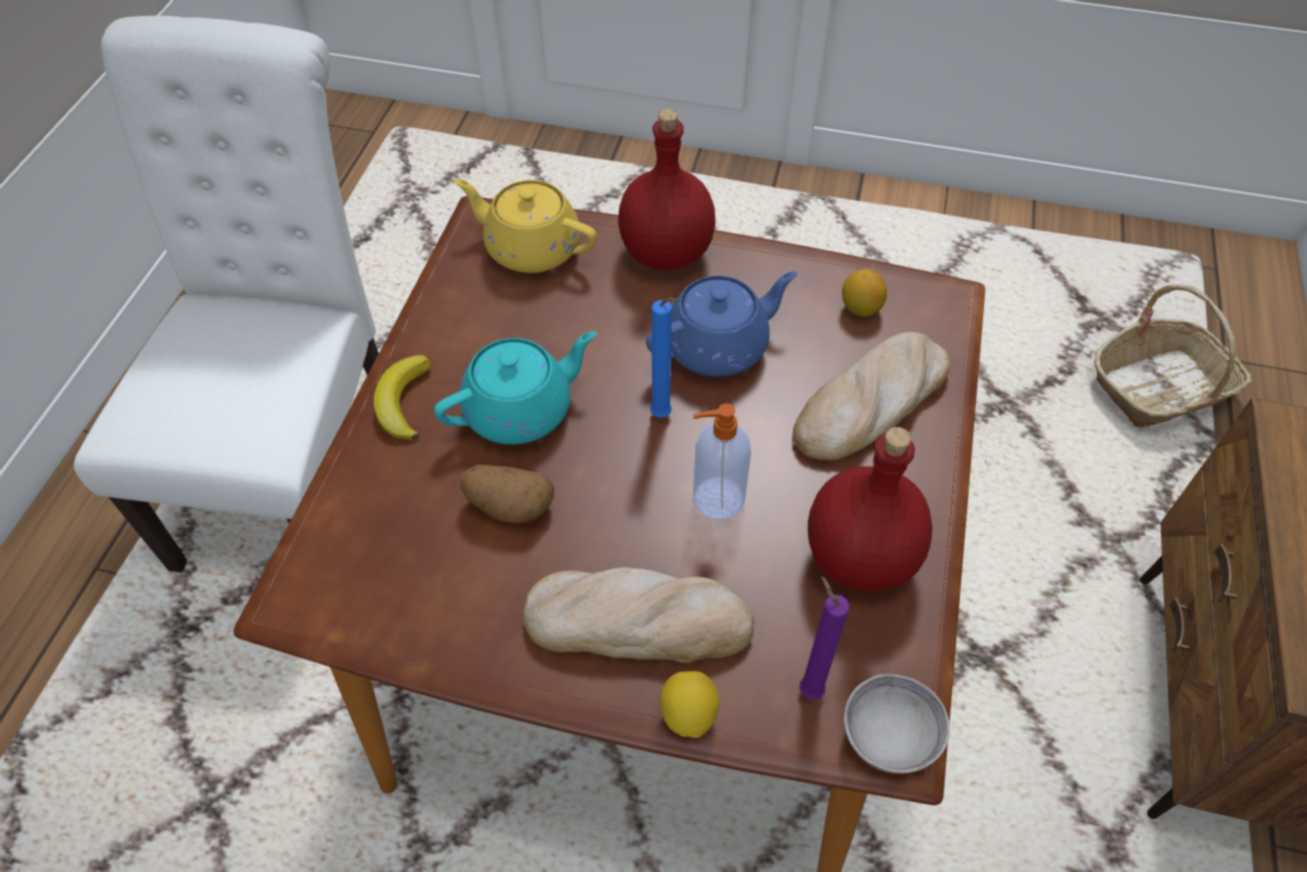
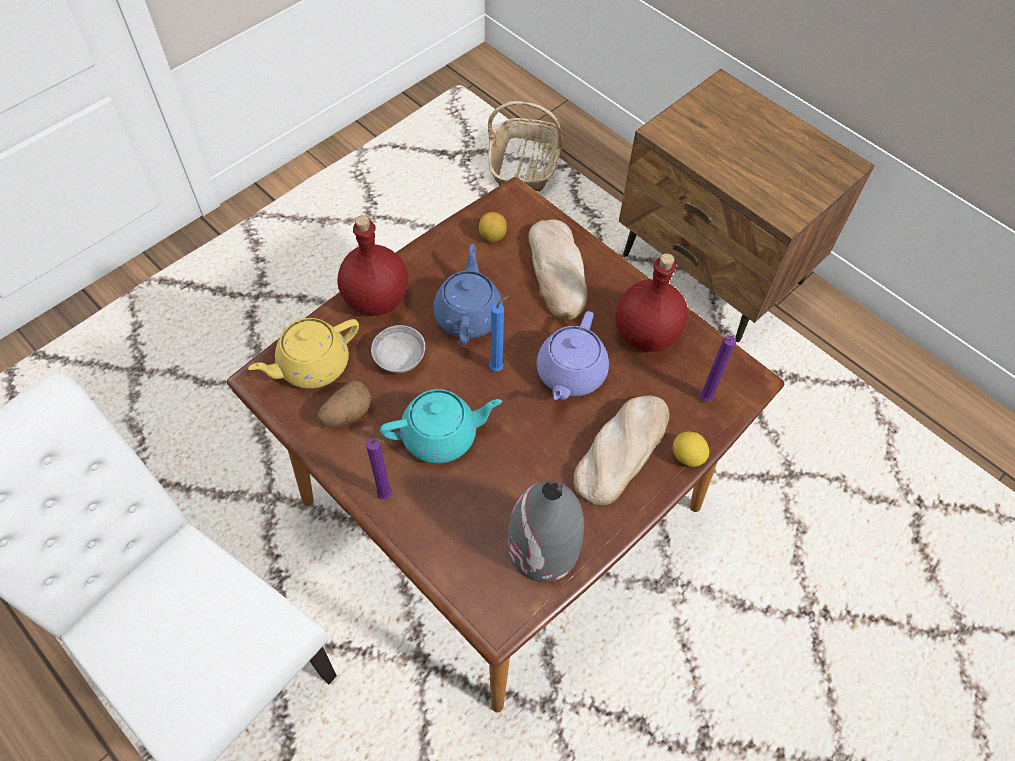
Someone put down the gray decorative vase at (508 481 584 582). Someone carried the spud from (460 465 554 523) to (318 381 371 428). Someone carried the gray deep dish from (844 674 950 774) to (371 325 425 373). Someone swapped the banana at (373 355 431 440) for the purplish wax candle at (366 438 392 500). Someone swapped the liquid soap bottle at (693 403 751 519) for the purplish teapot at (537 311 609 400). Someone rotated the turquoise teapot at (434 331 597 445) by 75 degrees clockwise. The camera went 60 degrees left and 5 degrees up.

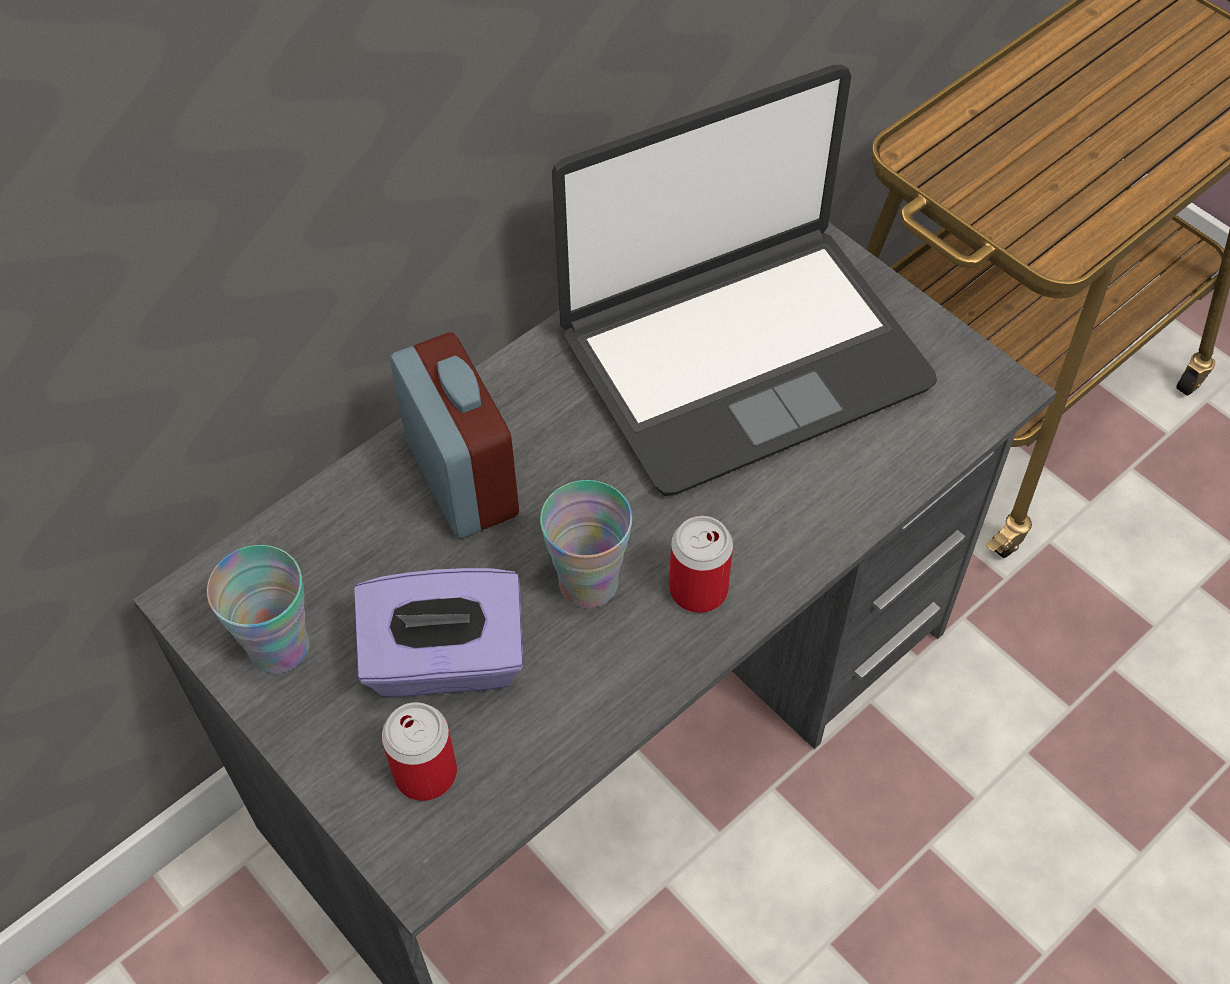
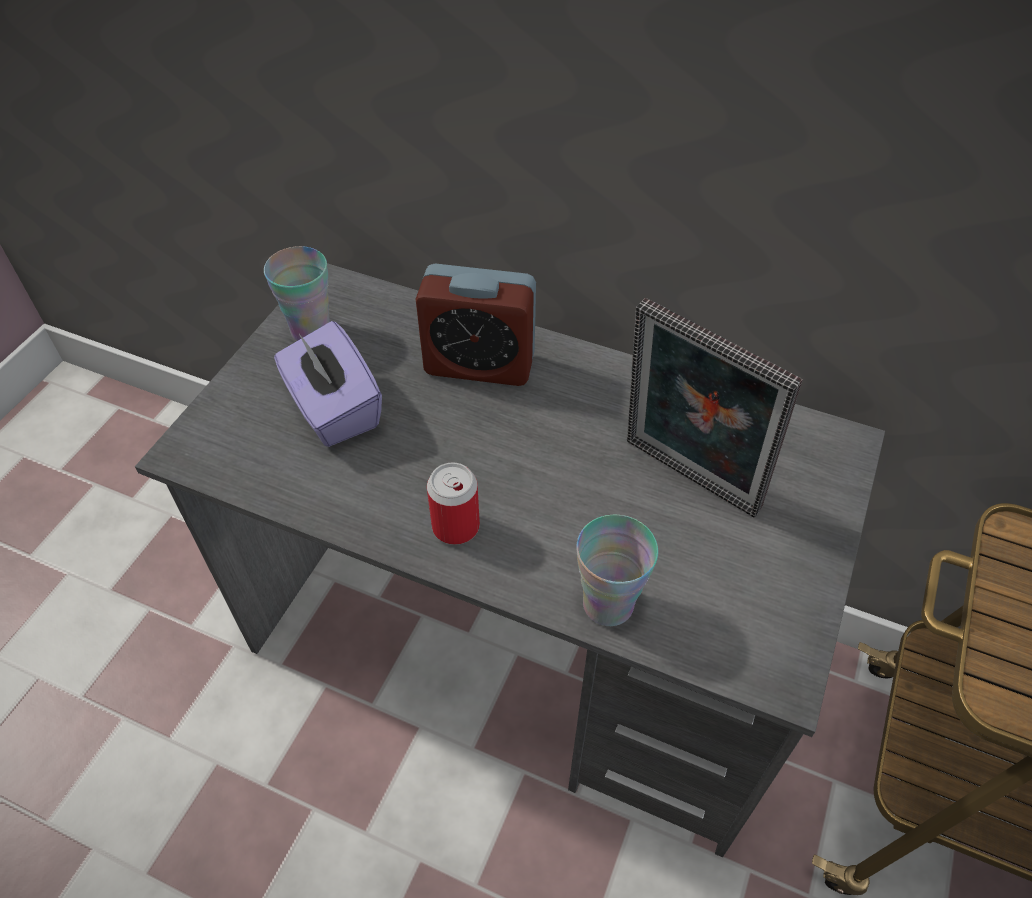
Someone took away the can at (382 702 457 801). Someone carried the cup from (540 480 632 608) to (576 514 658 626). Someone swapped the laptop at (552 65 937 496) for the picture frame at (627 298 803 517). Someone rotated the bedside clock at (390 332 519 538) by 60 degrees clockwise. The camera went 65 degrees right and 5 degrees down.

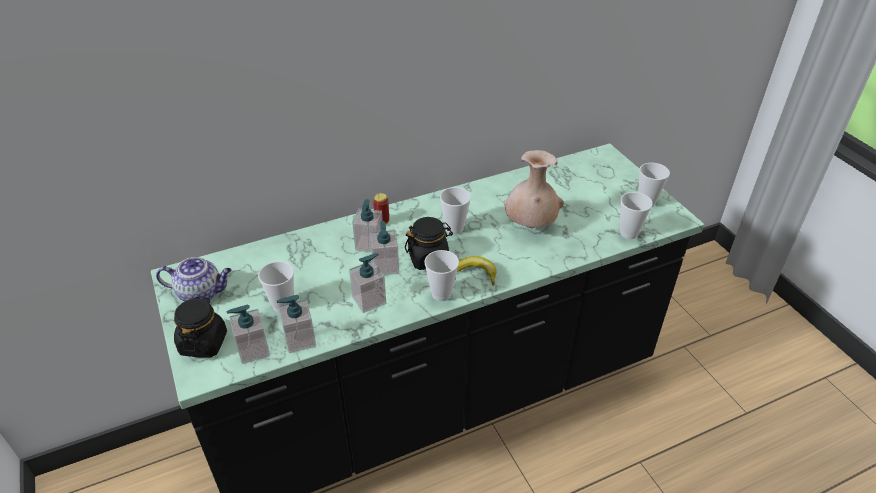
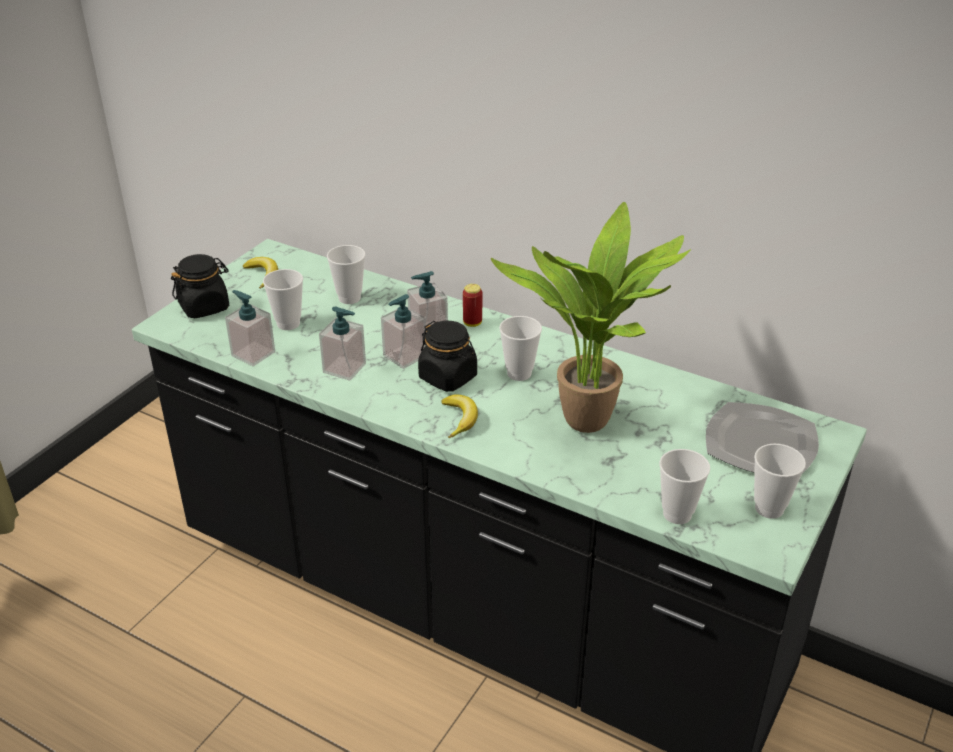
Someone took away the liquid soap bottle at (226 305 270 364). Someone put down the flat dish at (706 402 819 474). Someone carried the cup from (424 250 459 301) to (327 245 366 304). Someone swapped the teapot at (156 257 232 302) for the banana at (243 257 278 289). Someone swapped the beige decorative vase at (504 150 564 228) for the houseplant at (491 202 691 433). The camera went 55 degrees right and 5 degrees down.

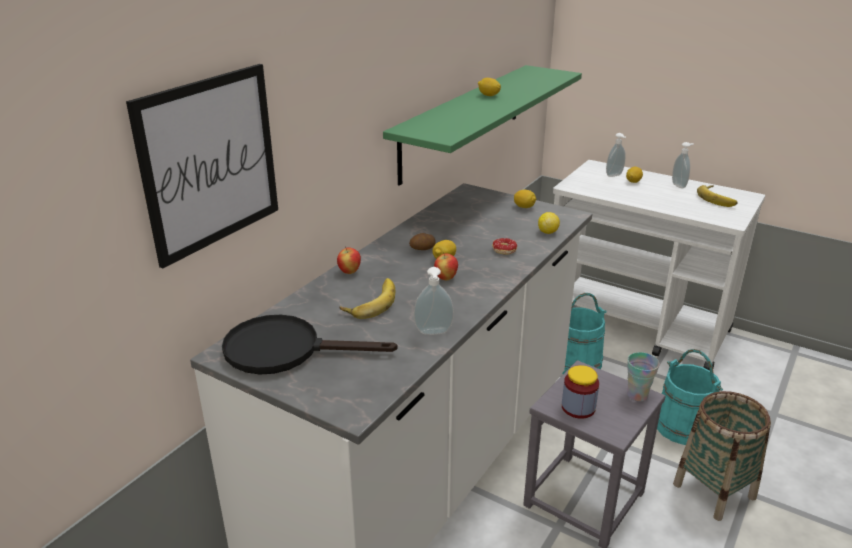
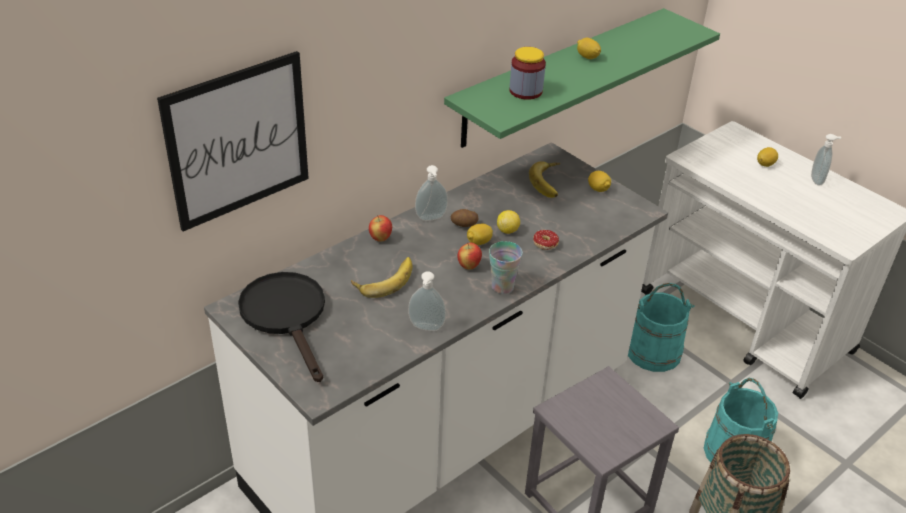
Someone carried the lemon from (538 212 560 234) to (497 210 520 234). Someone carried the storage jar from (562 365 599 419) to (510 47 546 100). Someone carried the liquid soap bottle from (606 133 626 177) to (415 165 448 221). Someone carried the cup from (627 352 659 402) to (489 241 523 294). Someone carried the banana from (697 185 738 207) to (529 161 560 198). Someone rotated the black pan at (222 315 397 375) by 45 degrees clockwise. The camera went 15 degrees right and 10 degrees up.

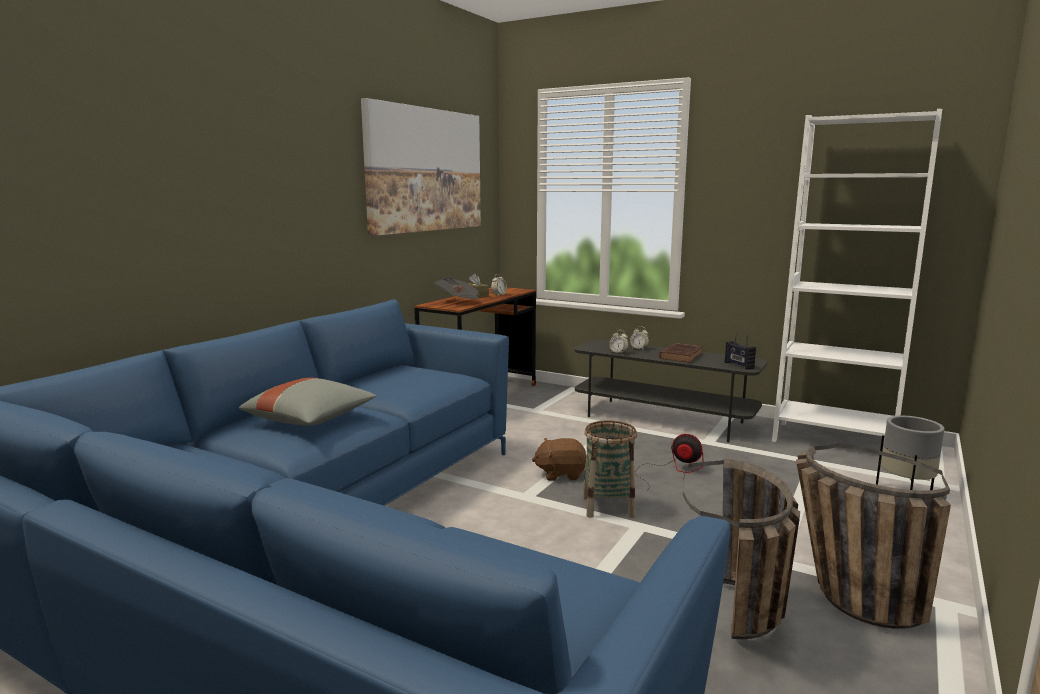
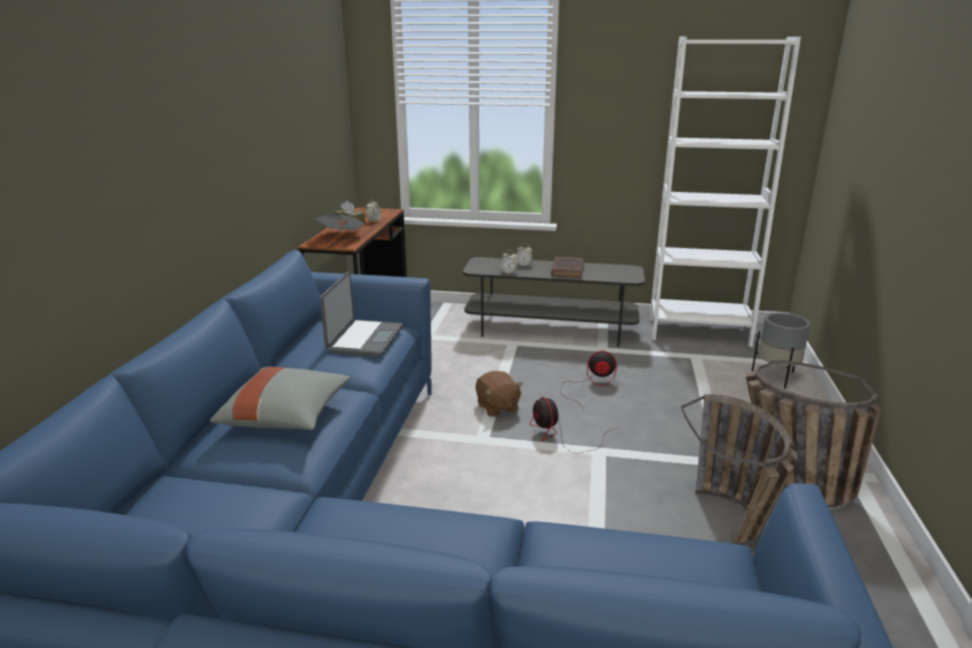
Someone took away the picture at (361 98 481 236). Someone took away the radio at (725 332 756 370). Someone put down the laptop at (320 272 403 357). Someone swapped the storage basket at (583 420 637 518) for the cooling fan at (530 397 617 453). Someone rotated the brown-coloured soft toy at (532 438 586 481) by 90 degrees counterclockwise. The camera went 20 degrees left and 10 degrees up.

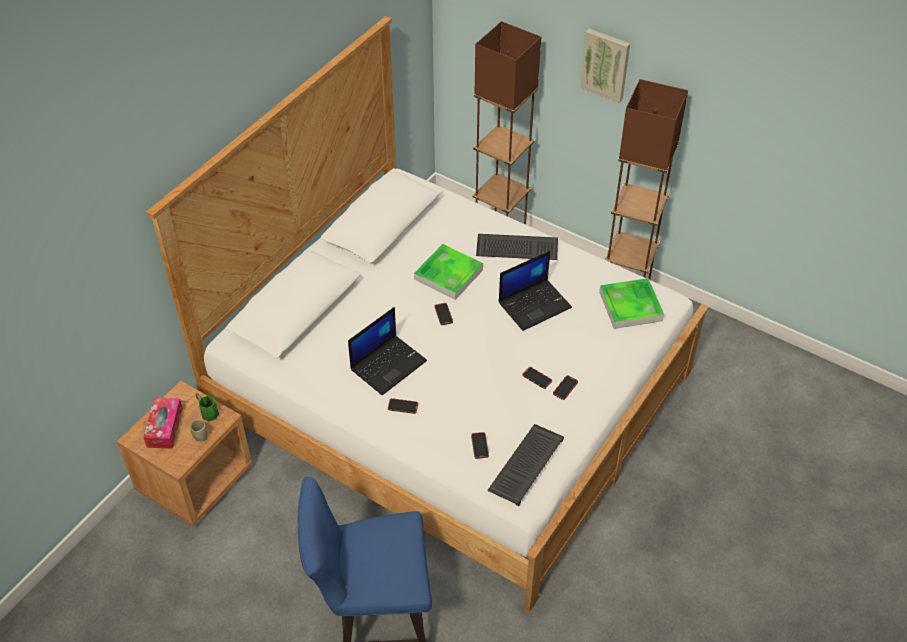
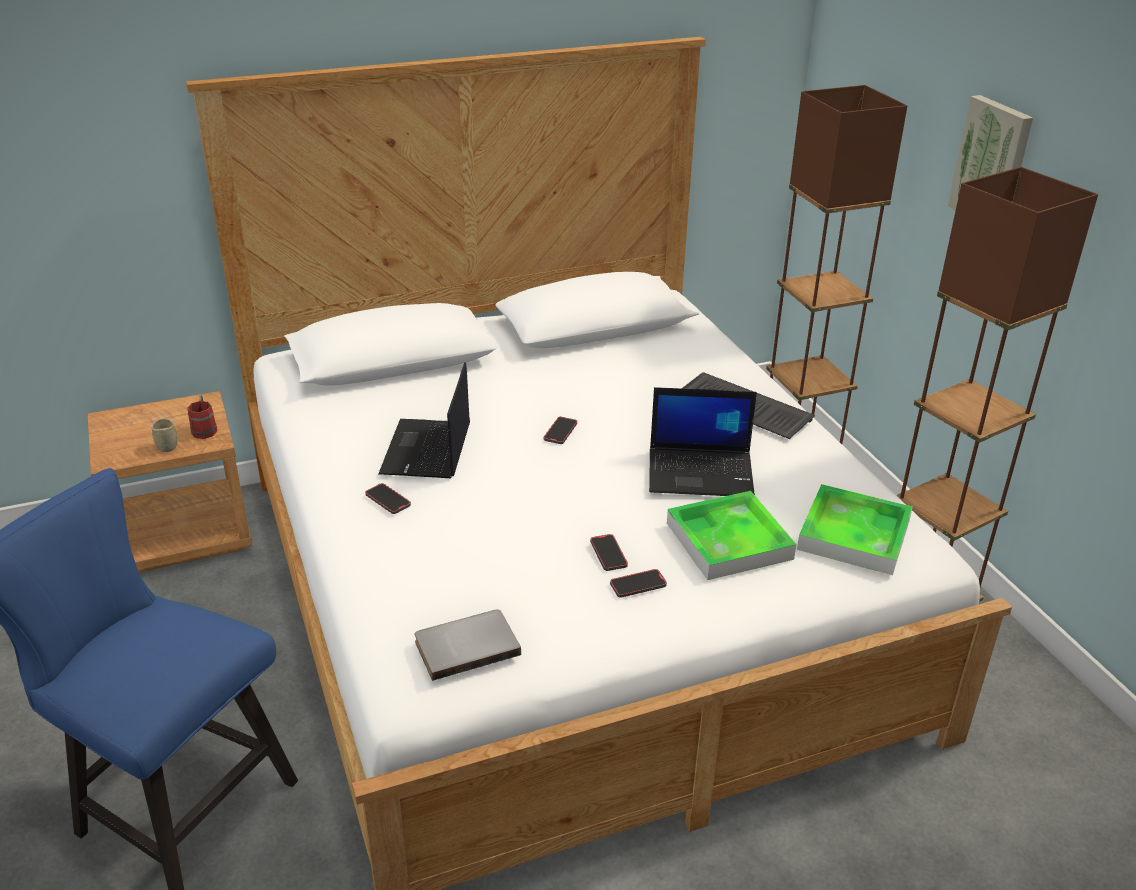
Someone took away the box of tissues at (143 398 183 449). Someone took away the phone at (471 432 489 459). Someone carried the serving tray from (414 244 483 300) to (667 491 797 580). Someone swapped the PC keyboard at (487 424 564 506) for the gray volume at (415 610 521 681). Someone repainted the green-coloured tea mug at (196 393 219 421), which became the red tea mug at (187 396 217 439). Someone rotated the laptop at (348 307 427 395) by 105 degrees clockwise. The camera went 35 degrees right and 15 degrees down.

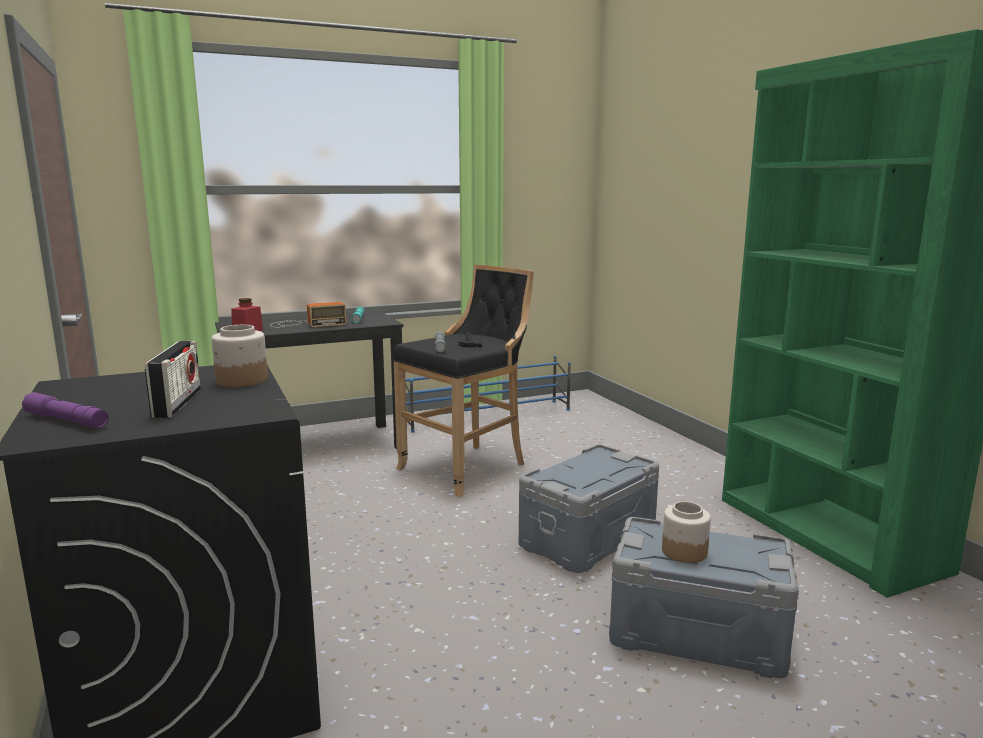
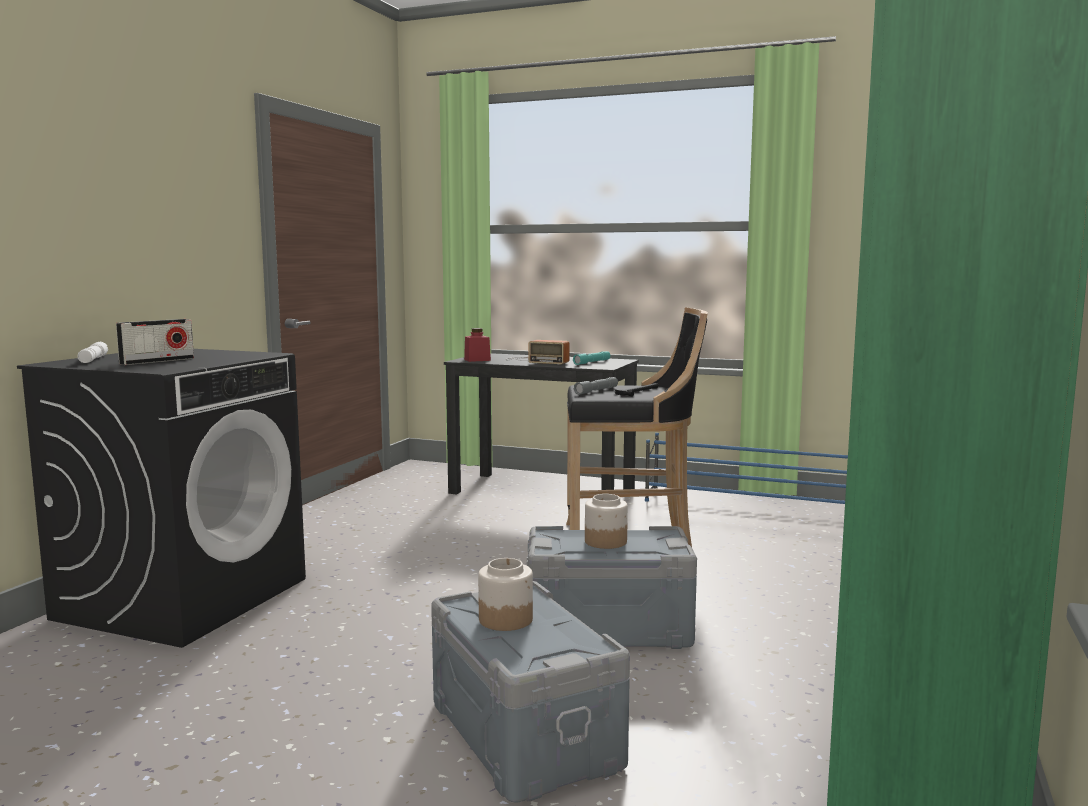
Someone carried the storage jar from (211 325 268 387) to (585 494 628 549). Someone repainted the purplish hand torch at (22 392 109 428), which became the white-coloured hand torch at (77 342 108 363). The camera went 45 degrees right and 5 degrees down.

